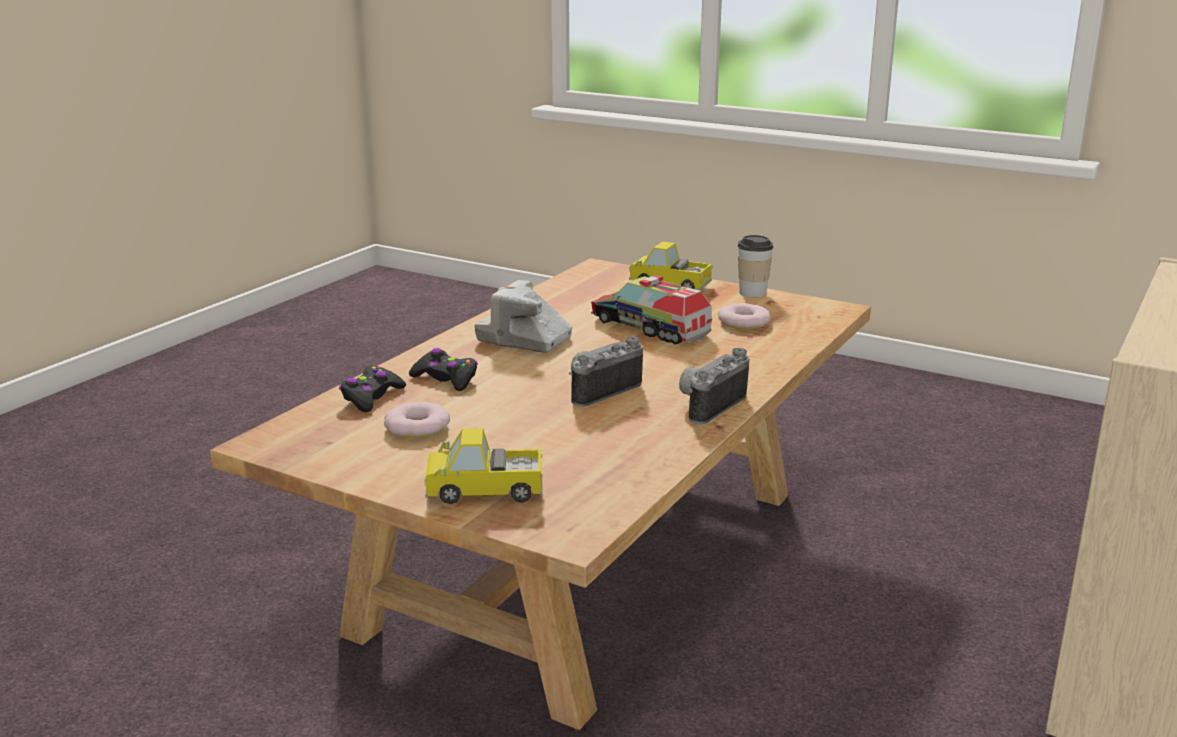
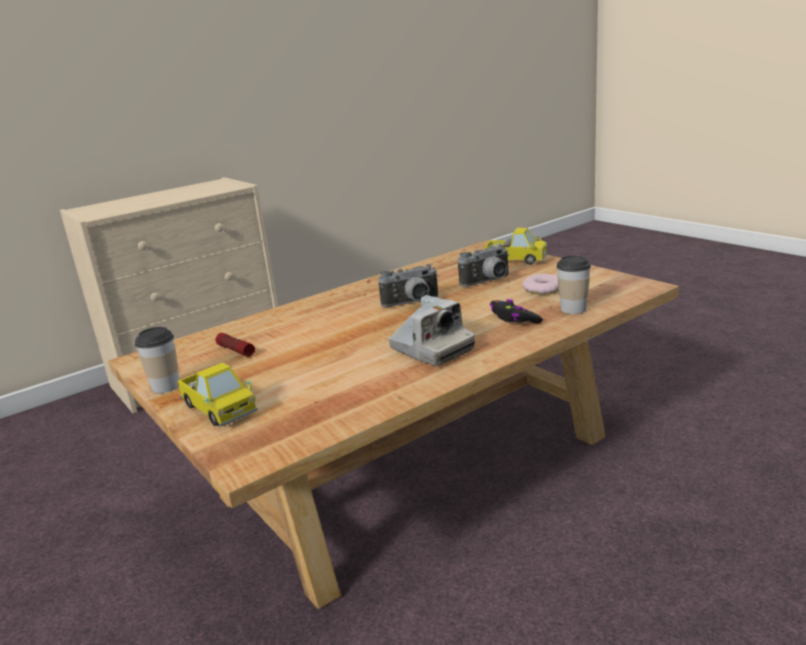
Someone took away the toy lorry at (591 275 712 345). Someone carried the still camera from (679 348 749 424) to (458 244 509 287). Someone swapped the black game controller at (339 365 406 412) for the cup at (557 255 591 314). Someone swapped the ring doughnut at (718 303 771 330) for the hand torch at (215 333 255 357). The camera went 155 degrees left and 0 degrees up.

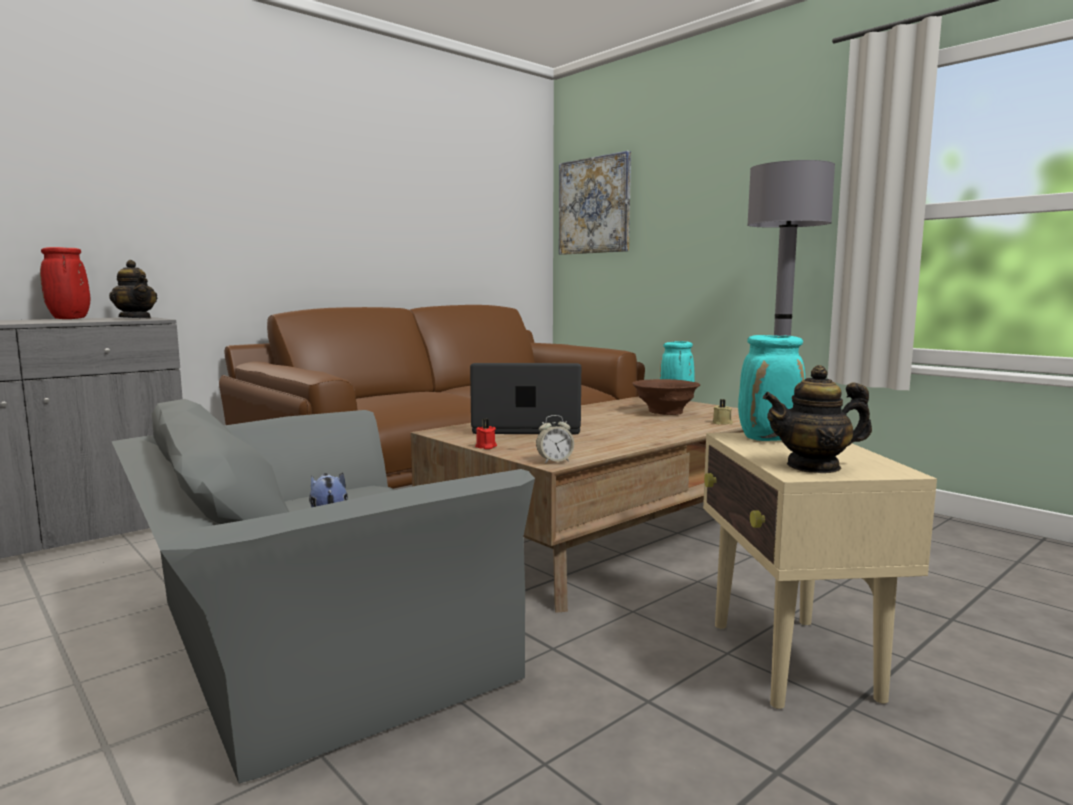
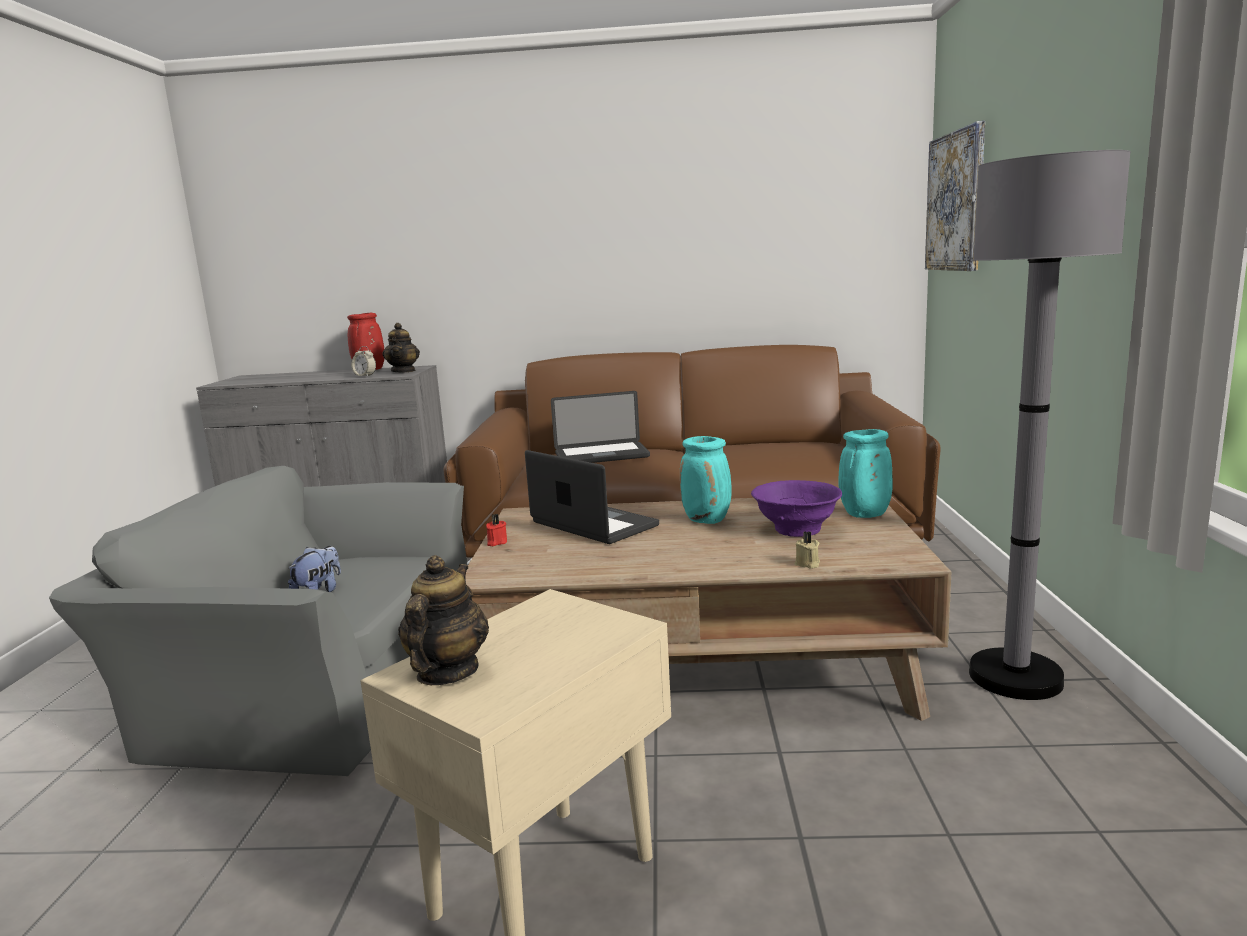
Someone put down the laptop at (551 391 650 463). Someone carried the bedside clock from (536 415 574 464) to (351 346 376 377). Someone carried the turquoise decorative vase from (738 335 805 441) to (680 436 732 524). Someone repainted the brown-coloured deep dish at (632 379 700 415), which became the purplish deep dish at (751 480 842 537). Someone rotated the teapot at (763 365 872 473) by 60 degrees clockwise. The camera went 45 degrees right and 5 degrees up.

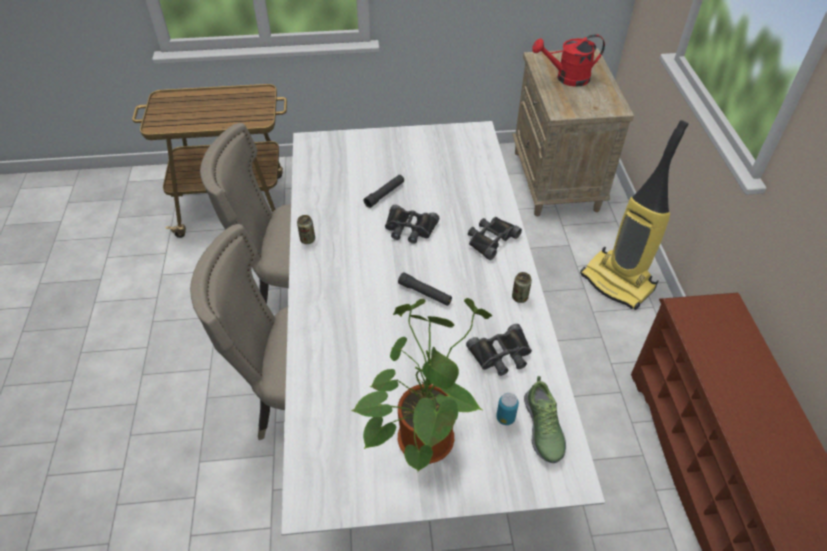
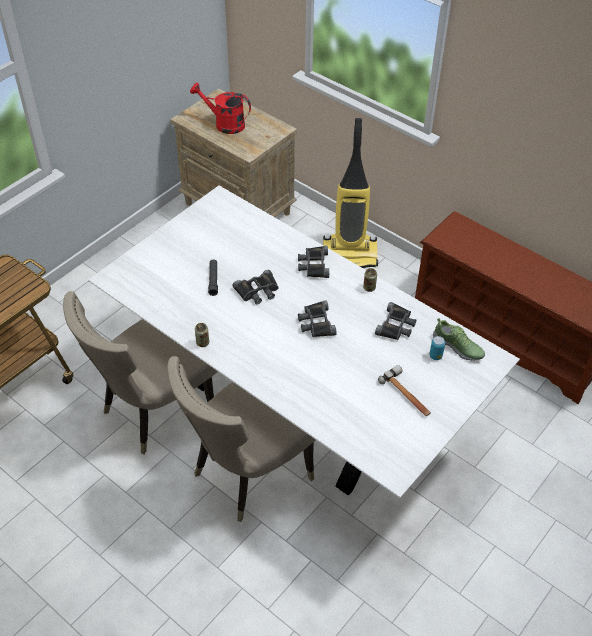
Someone swapped the houseplant at (351 298 492 472) for the tool hammer at (378 365 431 416). Someone swapped the black hand torch at (398 272 452 306) for the black field glasses at (298 300 337 337). Someone rotated the red watering can at (532 34 605 87) by 75 degrees clockwise. The camera went 45 degrees left and 0 degrees up.

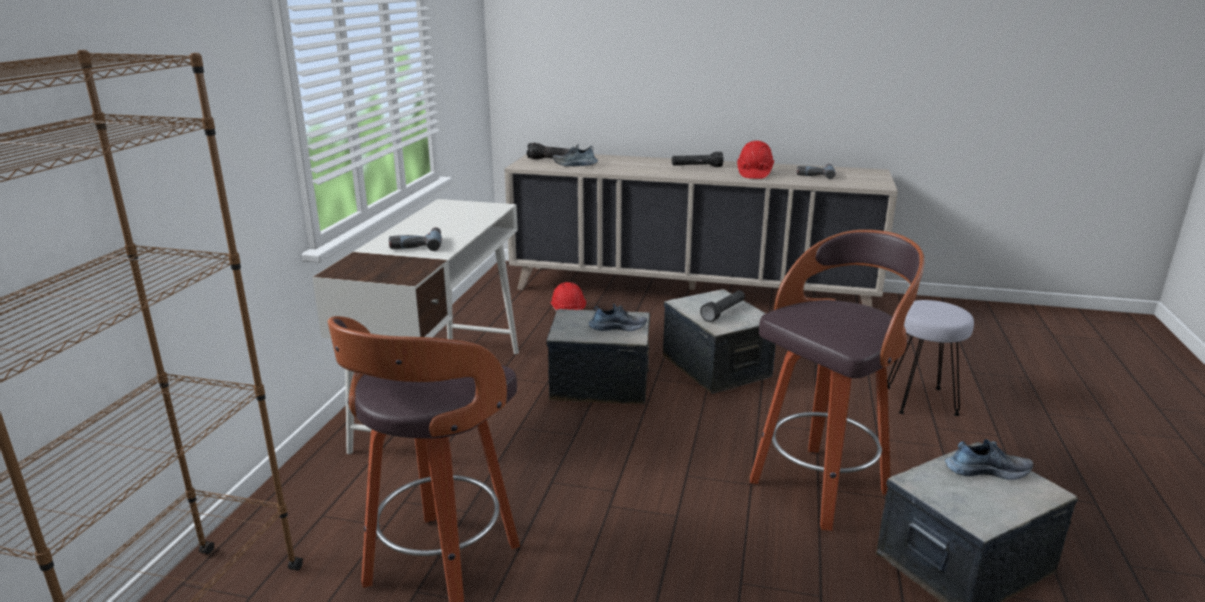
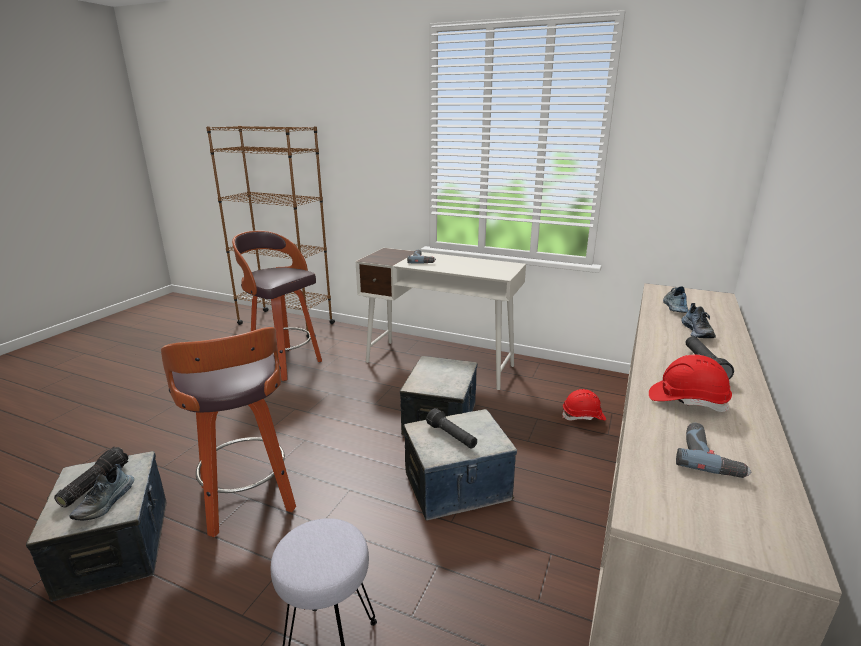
Someone carried the hand torch from (527 143 571 159) to (54 447 129 508). Someone carried the low shoe from (589 303 647 331) to (681 303 716 338). The camera went 100 degrees right and 0 degrees up.

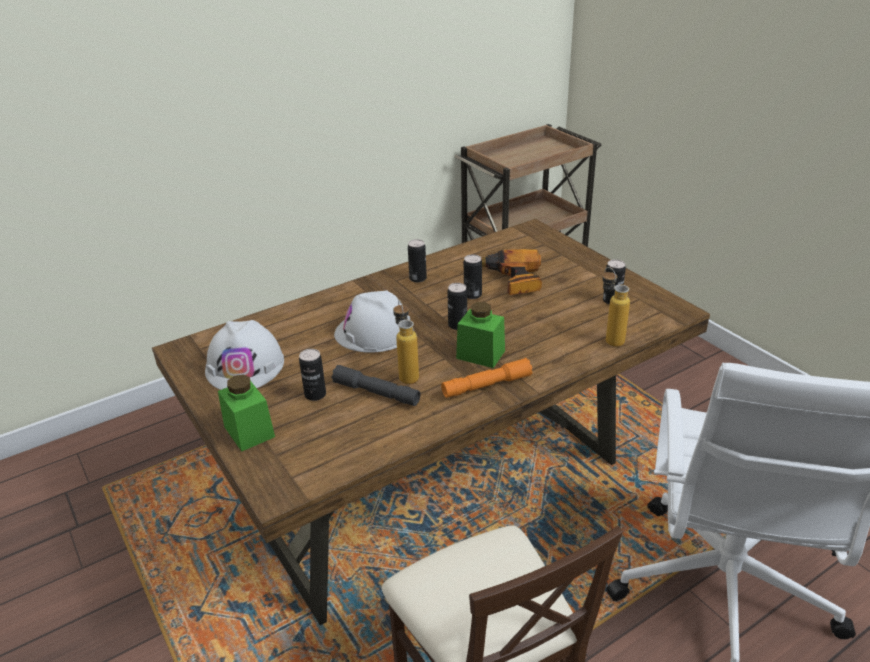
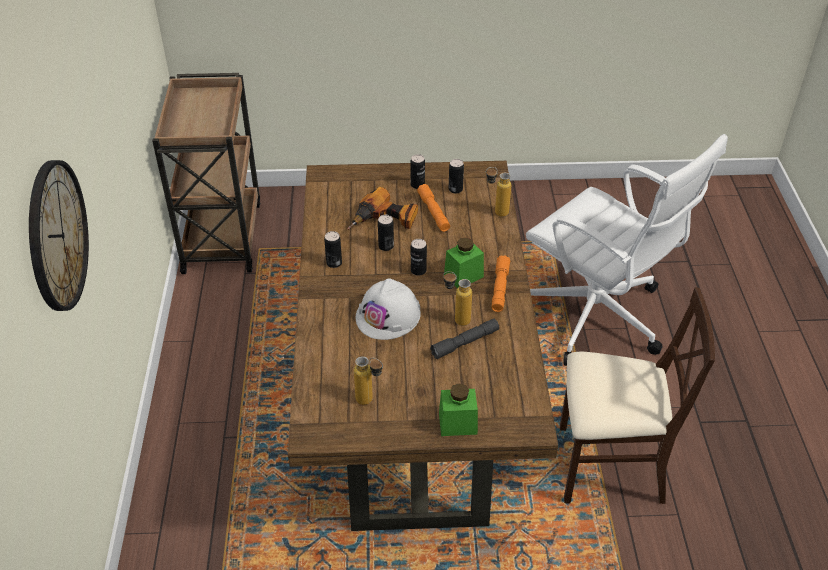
Someone put up the wall clock at (29 160 89 311). Someone put down the orangey hand torch at (417 184 450 232). Someone carried the can from (299 349 326 401) to (410 154 425 189). Someone swapped the white-coloured work helmet at (205 320 284 390) for the beverage bottle at (354 357 383 405). The camera went 60 degrees left and 10 degrees up.

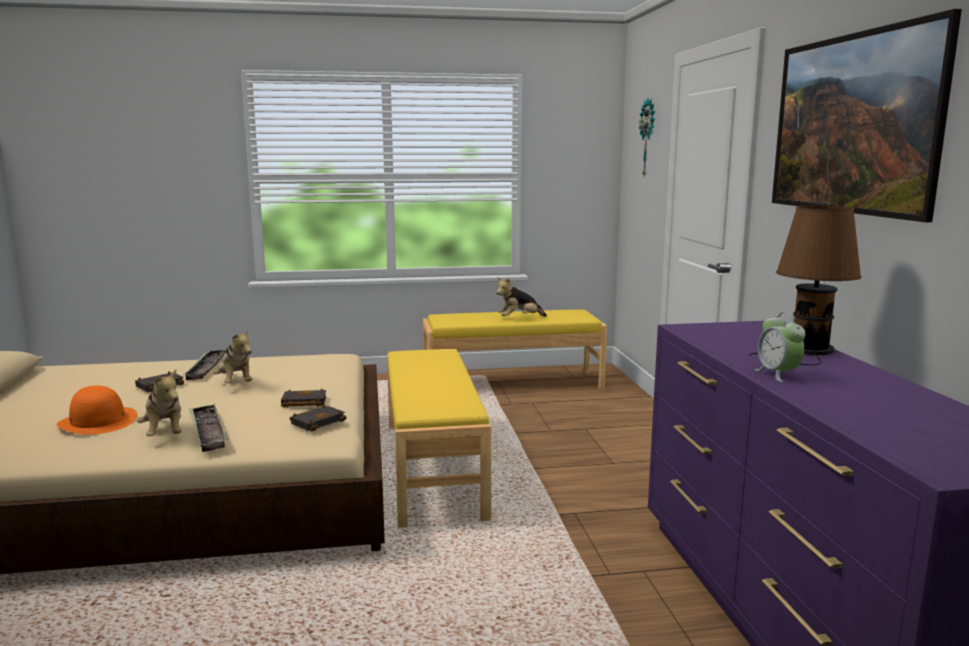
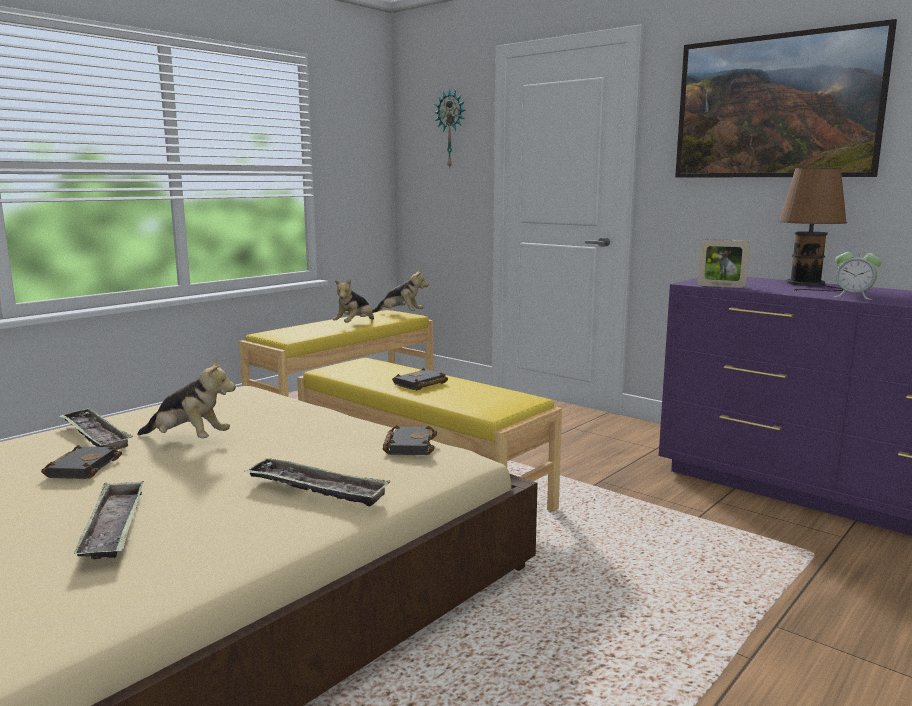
Someone put down the picture frame at (697 239 750 288). Someone carried the soft toy from (137 369 182 436) to (372 269 429 313). Someone carried the black volume from (281 388 327 408) to (392 368 448 391). Someone swapped the orangey clothing hat at (57 385 137 435) for the serving tray at (74 481 144 559). The camera went 40 degrees left and 0 degrees up.

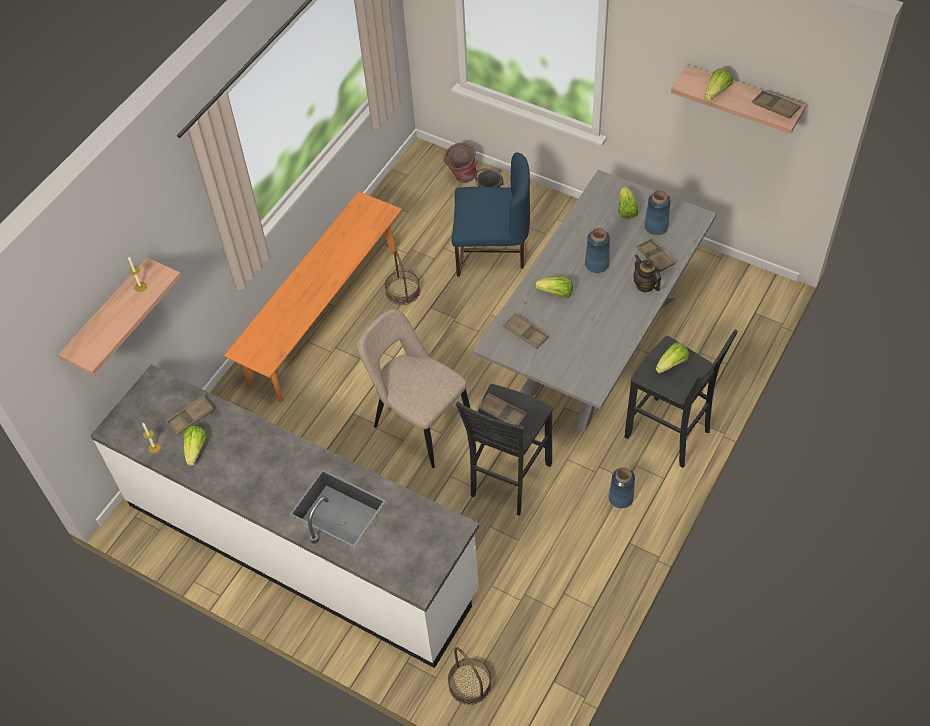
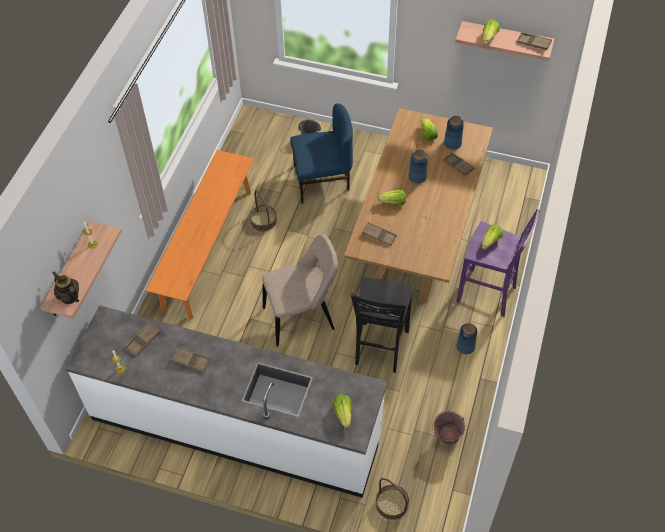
Someone carried the lettuce head from (184 426 207 466) to (333 394 352 428). Someone carried the pail from (443 143 477 183) to (432 411 465 445). Someone carried the brown-coloured serving tray from (479 393 527 426) to (171 347 211 372). Someone carried the teapot from (633 255 661 292) to (53 271 79 304). Someone repainted the gray kitchen table at (473 170 717 432), which became the brown-coloured kitchen table at (344 108 493 303). Someone repainted the black sitting stool at (625 330 738 468), which became the purplish sitting stool at (456 208 540 317). Someone rotated the beige chair at (357 309 471 468) by 135 degrees clockwise. The camera went 15 degrees left and 0 degrees up.

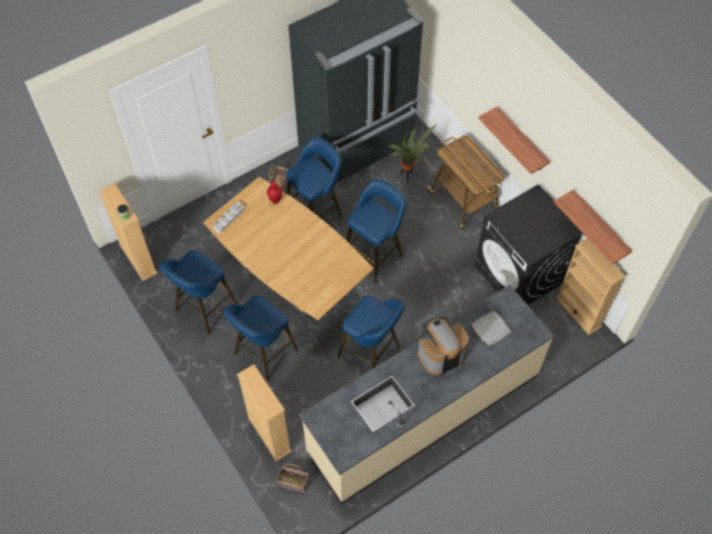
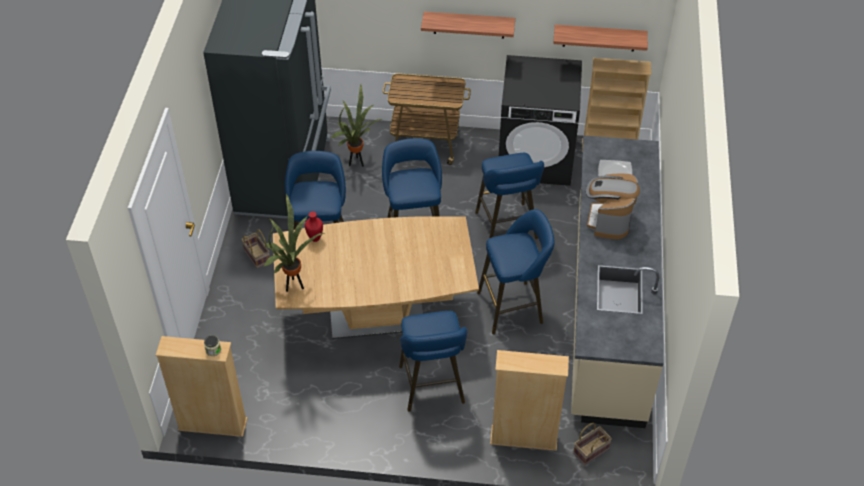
Someone carried the blue sitting stool from (159 250 237 334) to (475 153 544 239). Someone swapped the gray serving tray at (213 202 244 233) for the houseplant at (264 194 325 292). The camera went 50 degrees left and 10 degrees down.

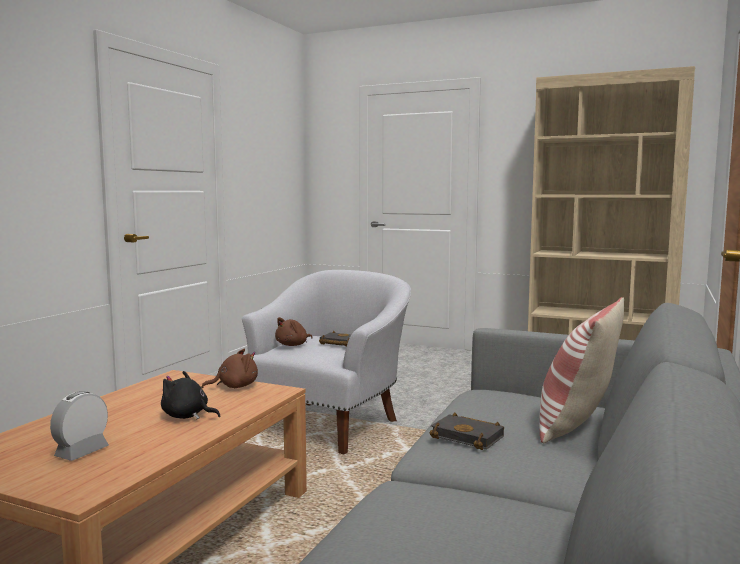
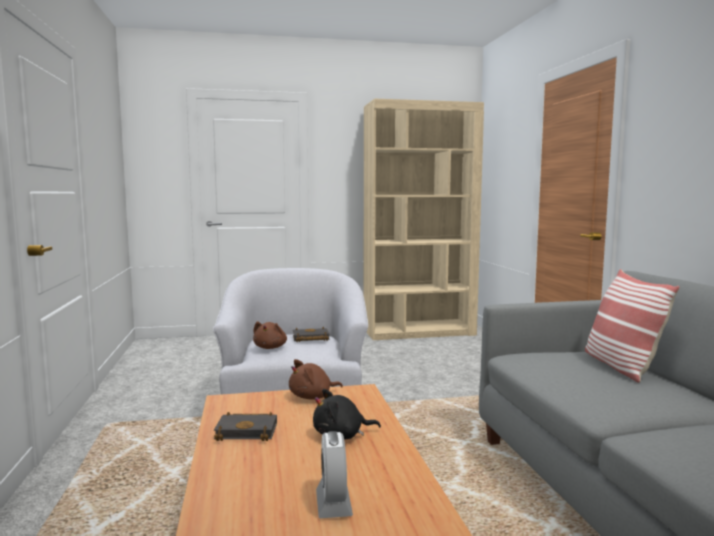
Someone carried the black volume from (430 412 504 450) to (214 412 277 441). Someone rotated the brown-coloured soft toy at (202 349 258 388) by 150 degrees counterclockwise. The camera went 35 degrees left and 0 degrees up.

